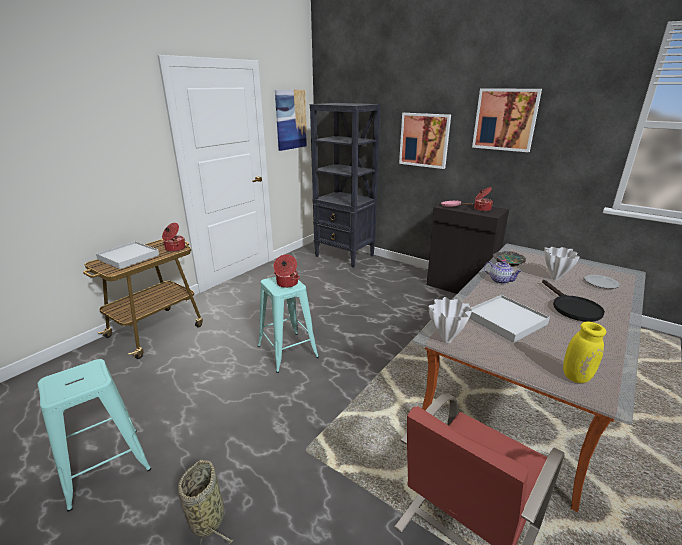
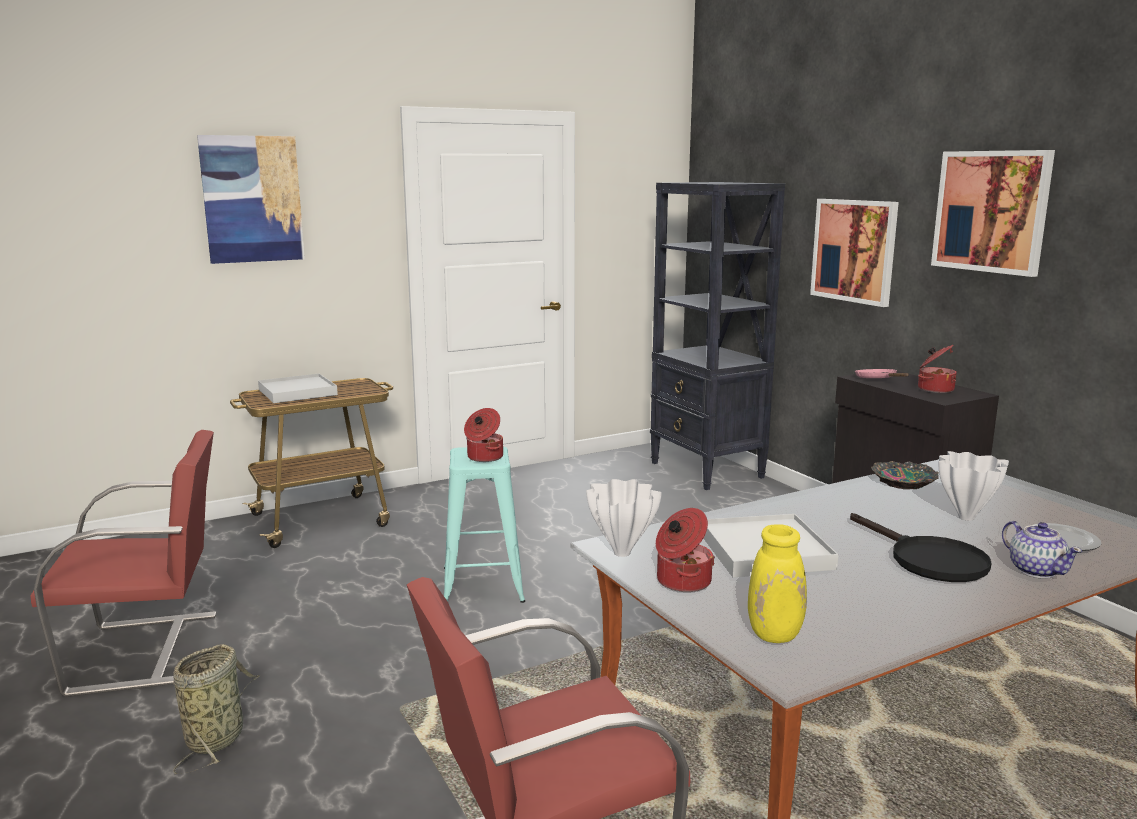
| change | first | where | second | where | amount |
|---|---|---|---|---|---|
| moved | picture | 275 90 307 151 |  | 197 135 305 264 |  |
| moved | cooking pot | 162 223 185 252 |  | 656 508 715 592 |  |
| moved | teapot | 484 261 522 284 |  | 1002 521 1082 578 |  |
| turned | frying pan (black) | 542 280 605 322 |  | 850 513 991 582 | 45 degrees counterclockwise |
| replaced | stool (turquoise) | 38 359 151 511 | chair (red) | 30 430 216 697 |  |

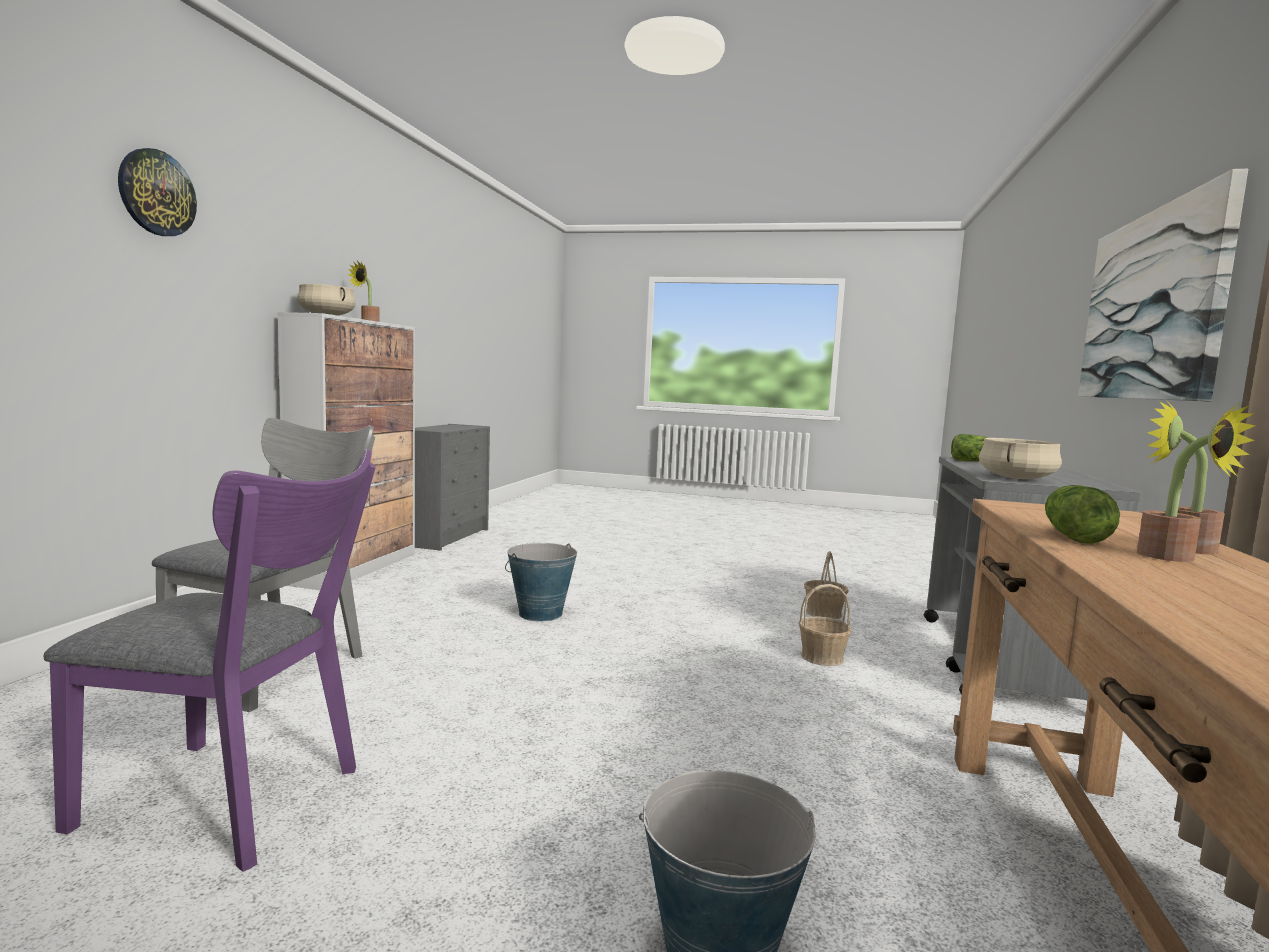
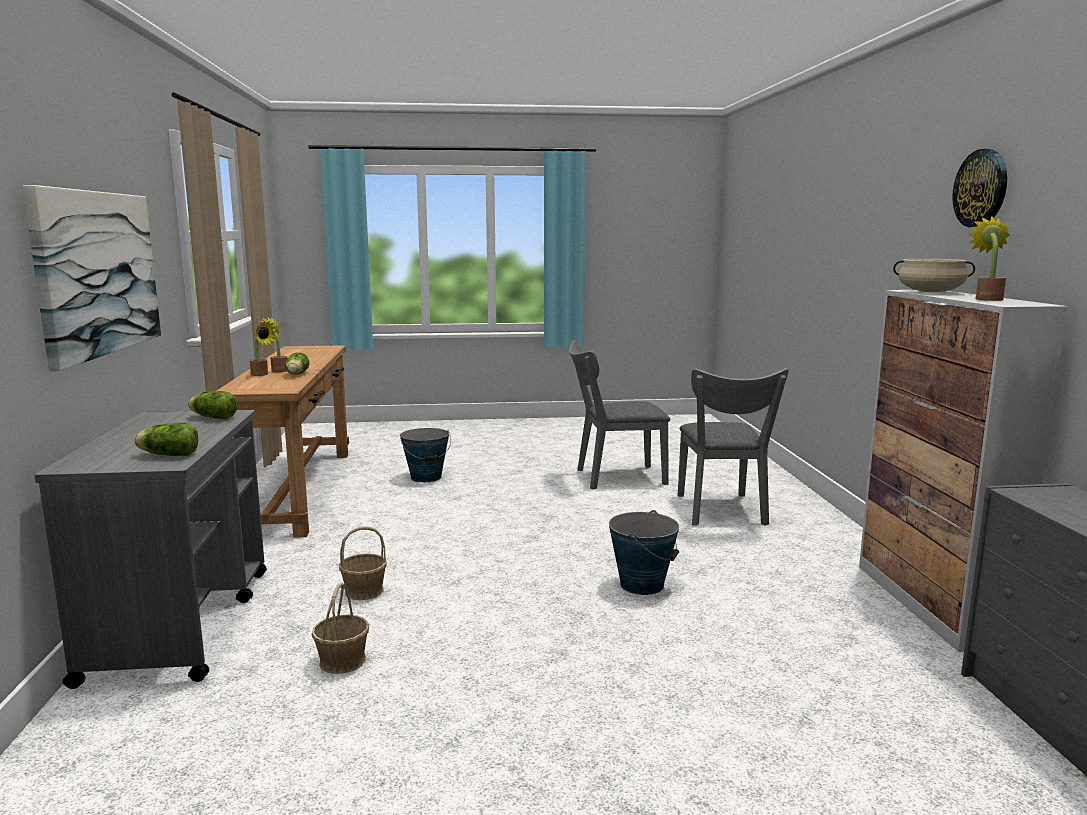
| change | first | where | second | where | amount |
|---|---|---|---|---|---|
| moved | wall clock | 118 148 197 236 |  | 952 149 1007 227 |  |
| replaced | cooking pot (beige) | 979 438 1062 479 | lettuce | 188 391 237 419 |  |
| recoloured | chair (purple) | 44 449 376 872 | chair (grey) | 569 340 670 489 |  |

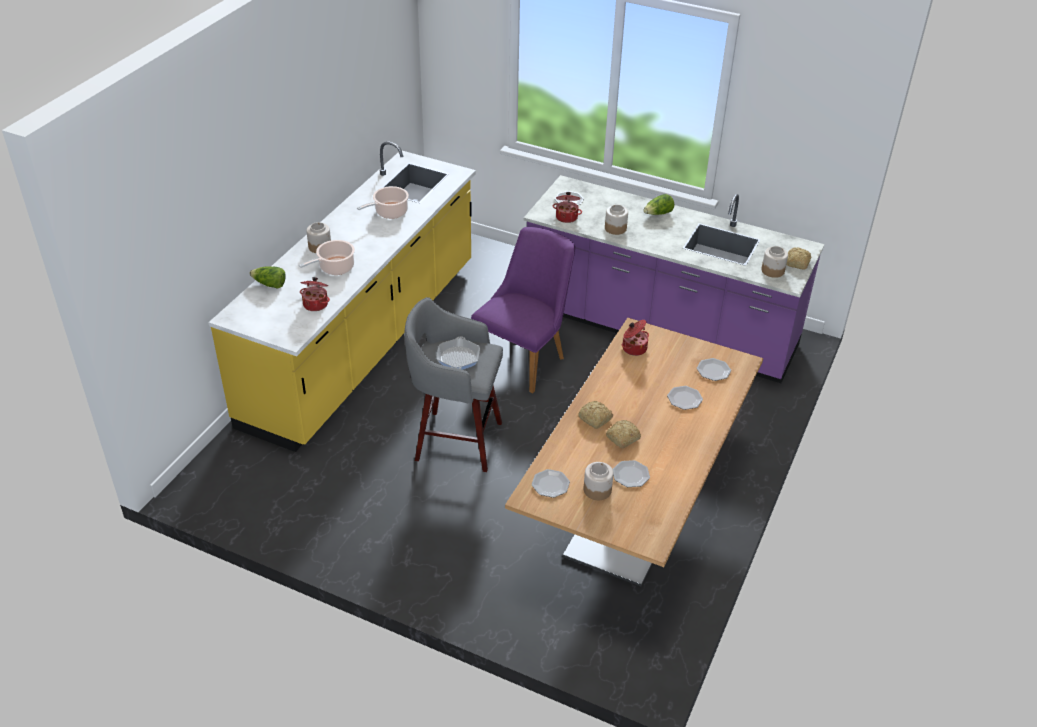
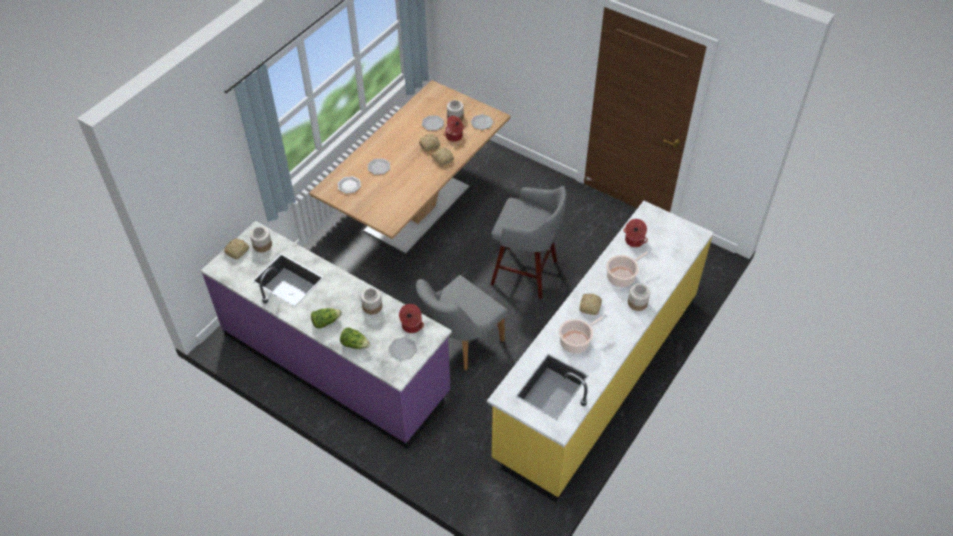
| change | first | where | second | where | amount |
|---|---|---|---|---|---|
| recoloured | chair (purple) | 471 227 575 394 | chair (grey) | 416 275 508 370 |  |
| moved | lettuce | 249 266 286 289 |  | 340 327 370 349 |  |
| moved | cooking pot | 622 320 649 356 |  | 443 116 465 142 |  |
| removed | frying pan | 437 337 480 370 |  |  |  |
| added |  |  | bread | 580 294 602 315 |  |

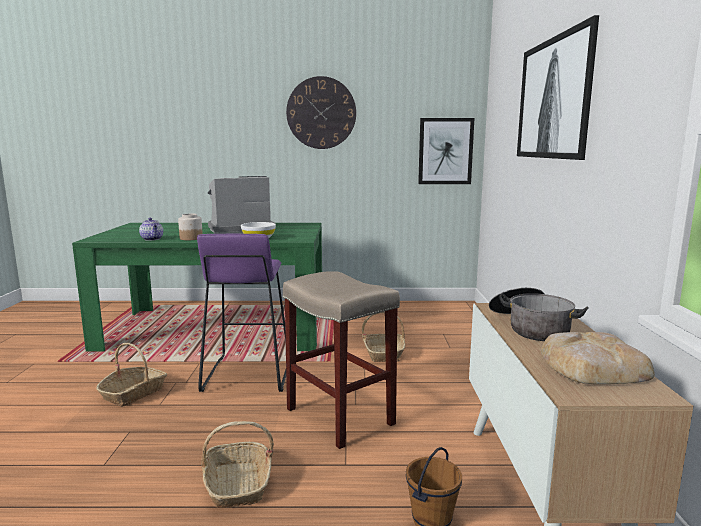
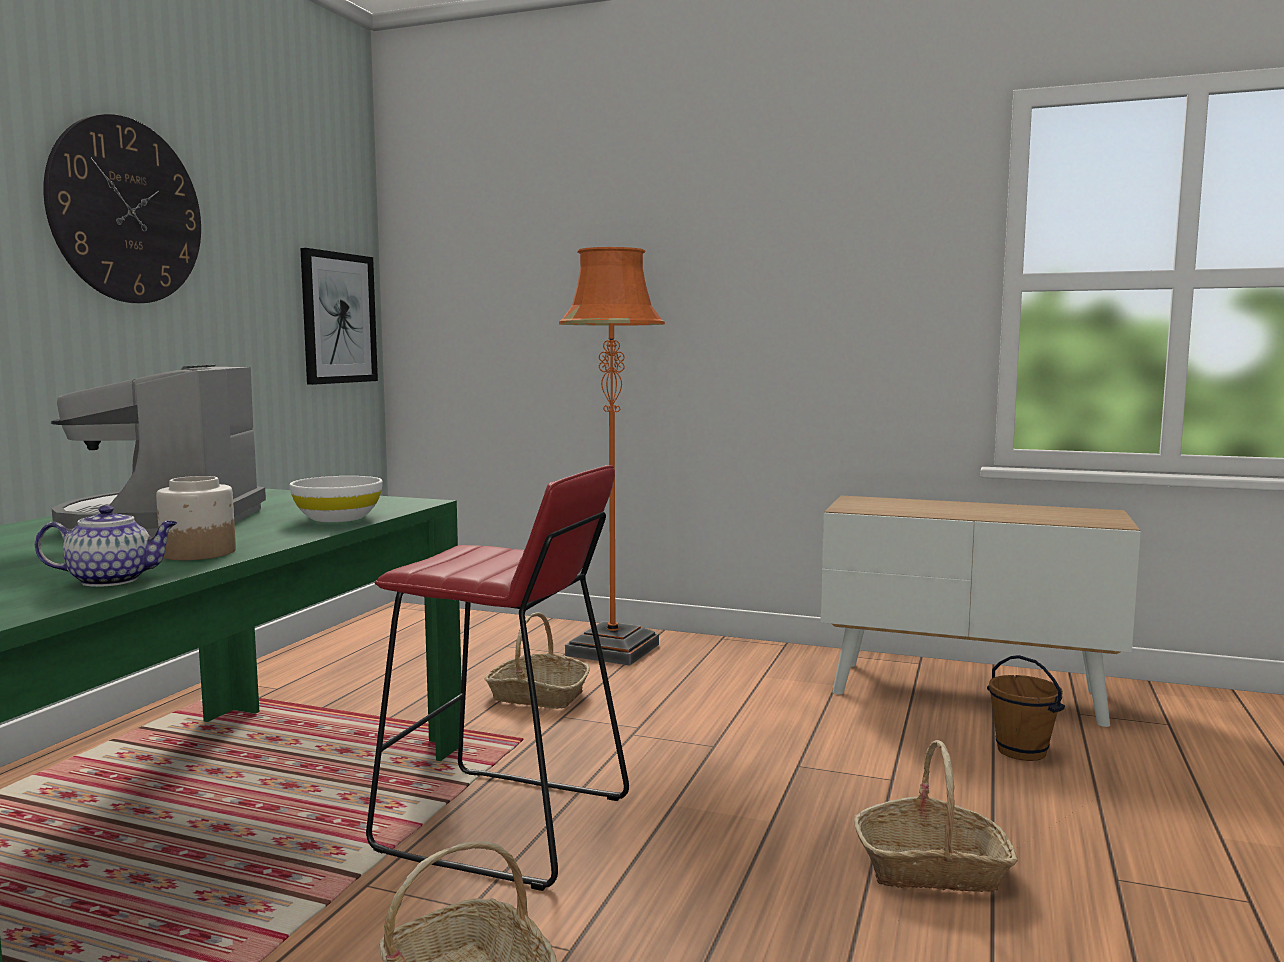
| change | first | where | second | where | amount |
|---|---|---|---|---|---|
| removed | picture | 517 15 599 160 |  |  |  |
| recoloured | stool (purple) | 197 234 286 392 | stool (red) | 366 465 629 891 |  |
| removed | stool (beige) | 283 271 400 449 |  |  |  |
| removed | cooking pot | 489 288 589 341 |  |  |  |
| removed | bread | 541 332 655 384 |  |  |  |
| added |  |  | floor lamp (orange) | 559 247 665 665 |  |

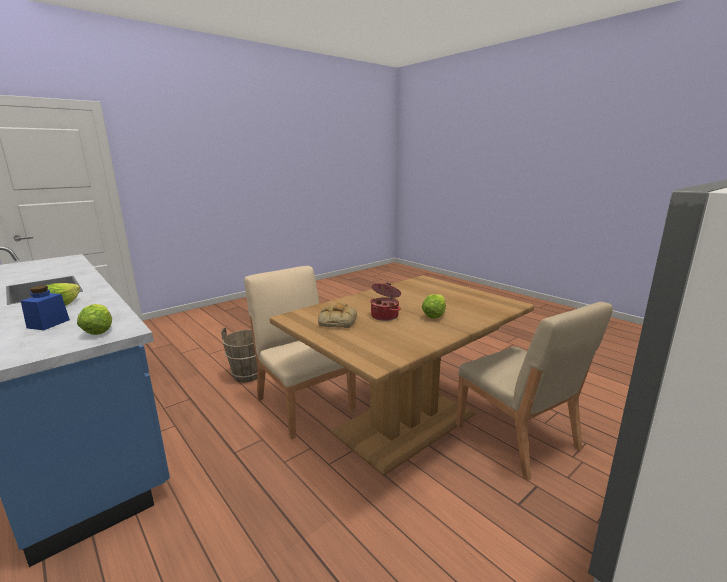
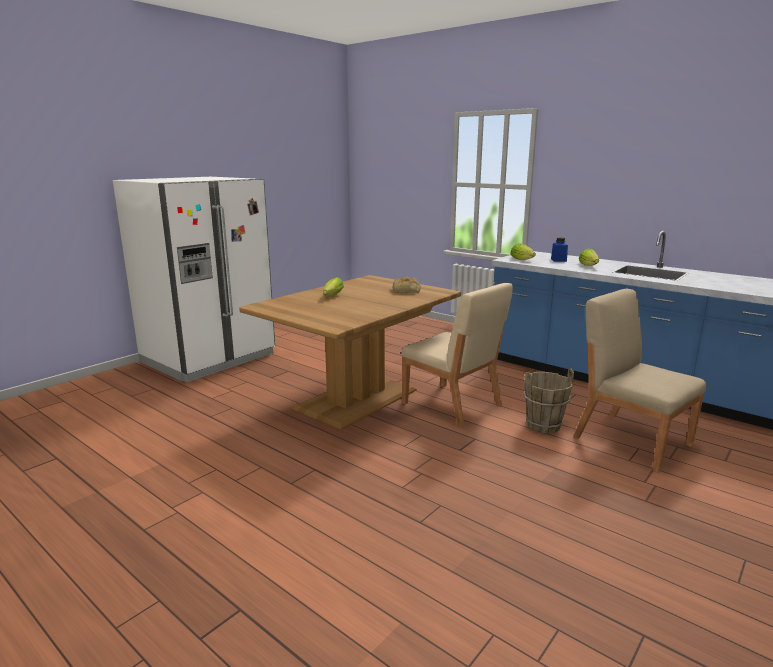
| change | first | where | second | where | amount |
|---|---|---|---|---|---|
| removed | cooking pot | 370 283 401 321 |  |  |  |
| moved | chair (beige) | 456 302 613 481 |  | 573 288 706 472 |  |

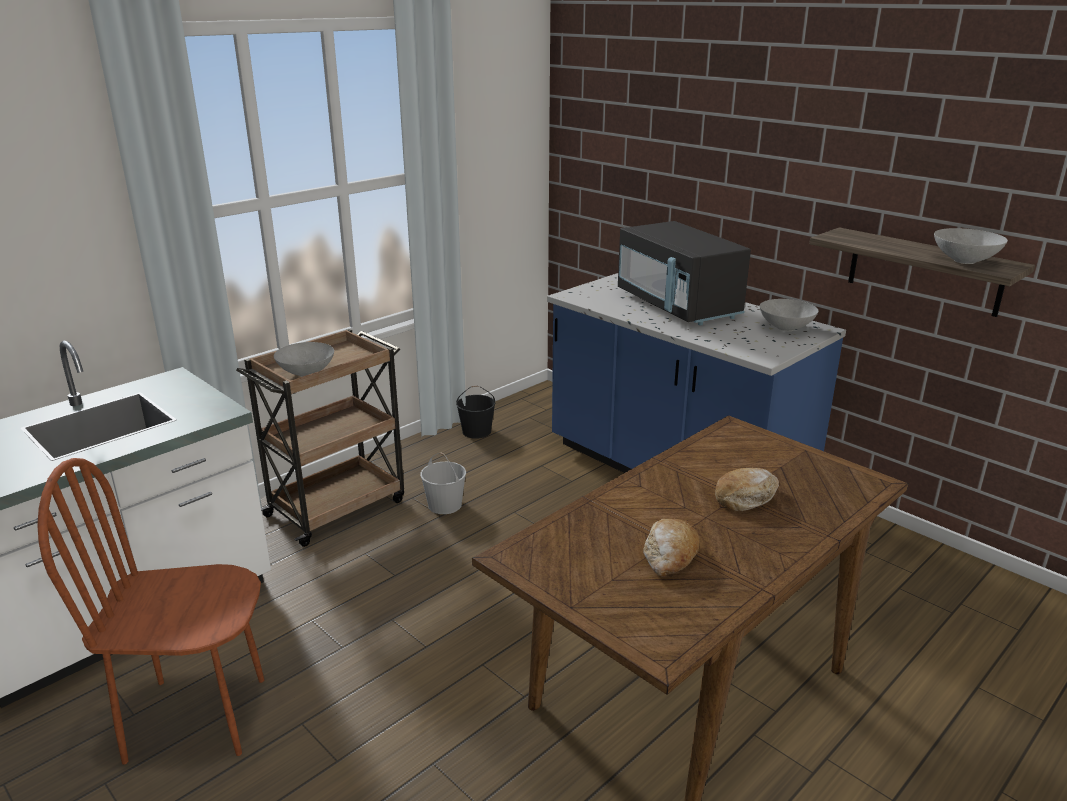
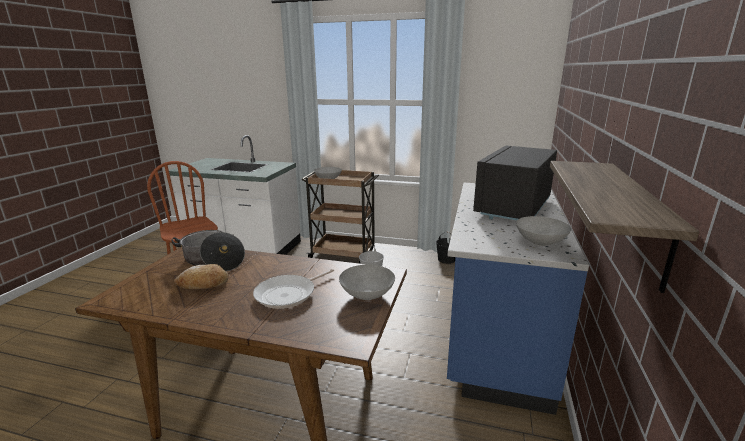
| change | first | where | second | where | amount |
|---|---|---|---|---|---|
| moved | bowl (grey) | 934 228 1008 264 |  | 339 265 395 300 |  |
| replaced | bread | 715 468 779 511 | frying pan | 253 269 334 309 |  |
| added |  |  | cooking pot | 171 230 245 271 |  |

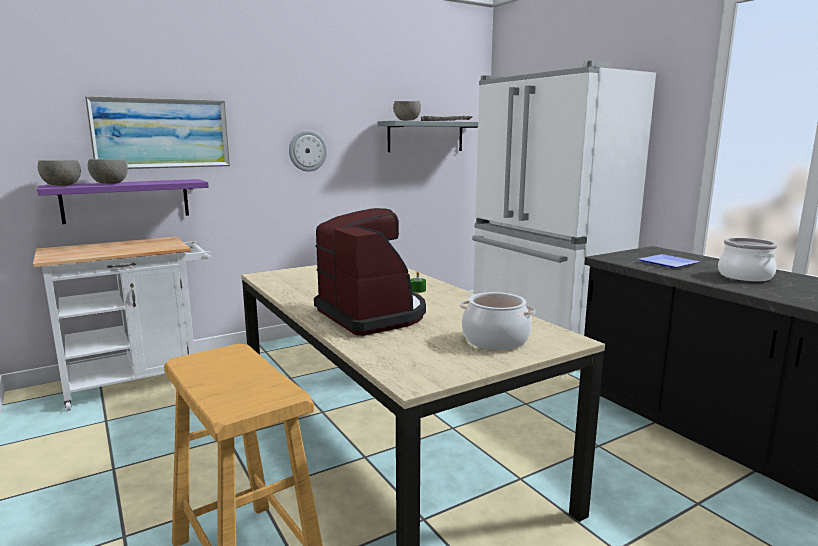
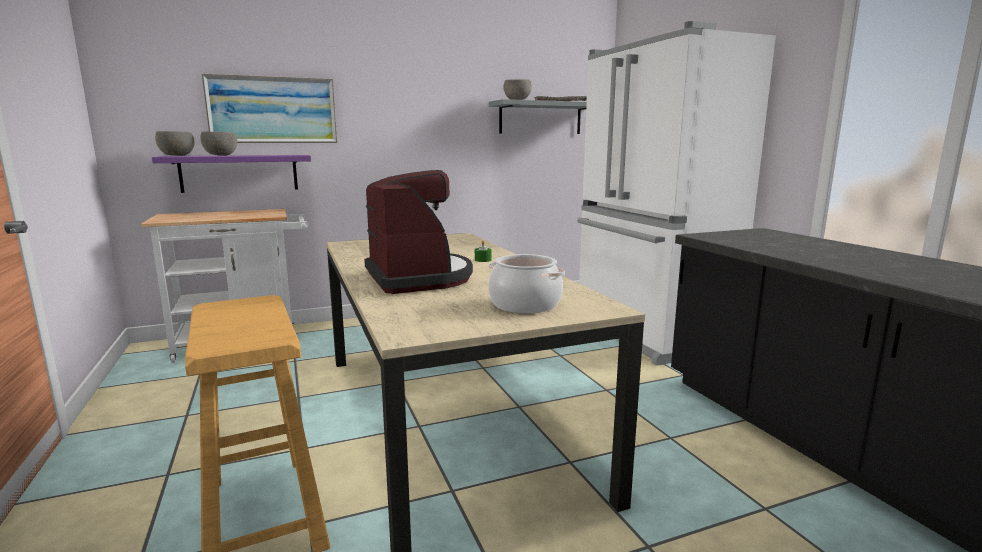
| change | first | where | second | where | amount |
|---|---|---|---|---|---|
| removed | wall clock | 289 130 327 172 |  |  |  |
| removed | cooking pot | 718 238 778 282 |  |  |  |
| removed | plate | 638 254 700 268 |  |  |  |

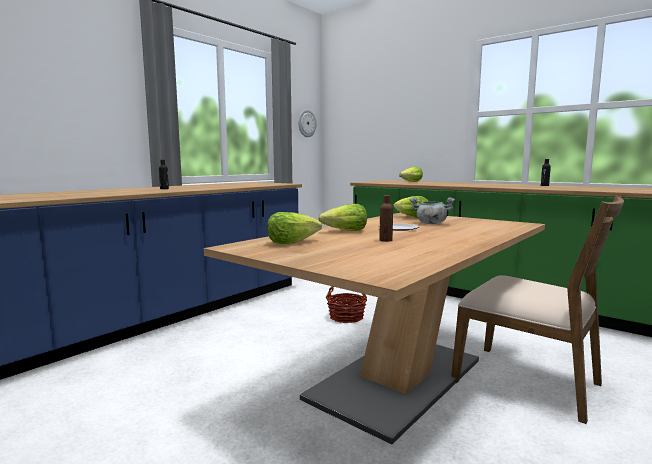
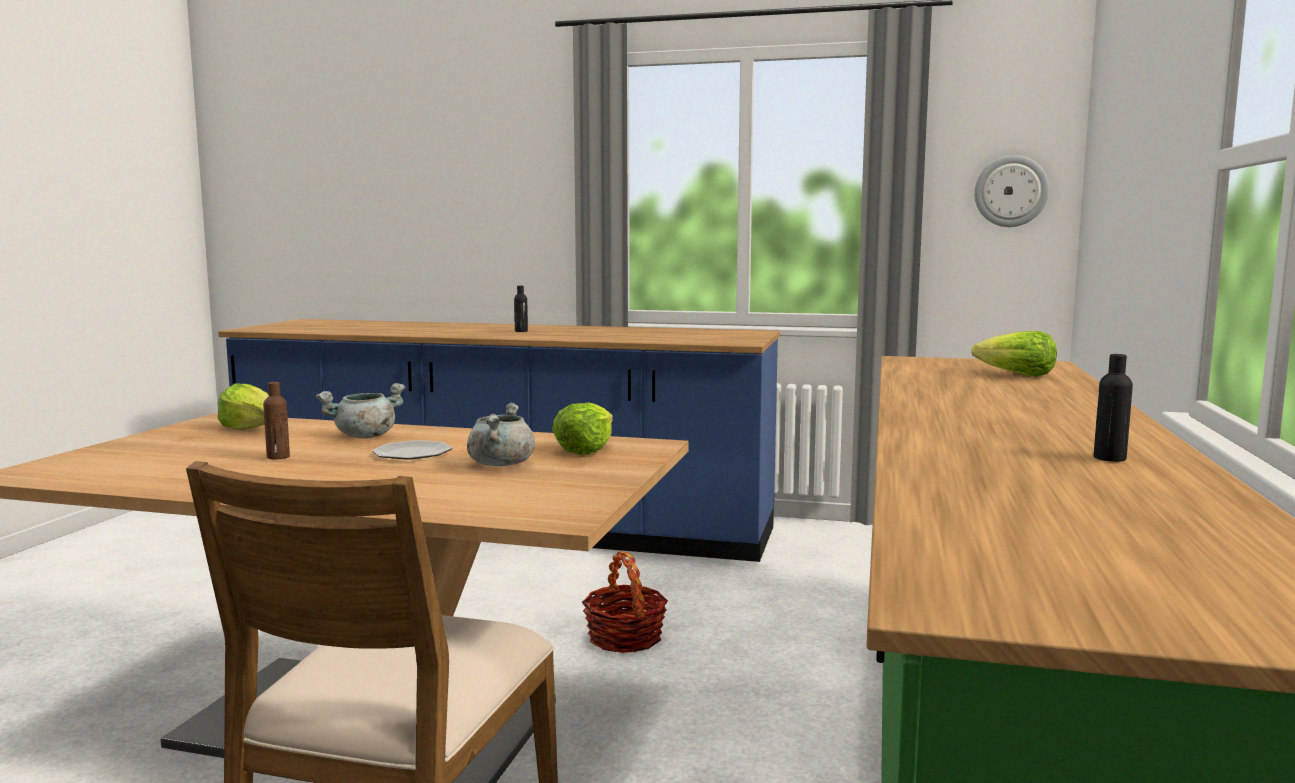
| change | first | where | second | where | amount |
|---|---|---|---|---|---|
| replaced | lettuce | 318 204 367 231 | cooking pot (grey) | 316 383 405 438 |  |

